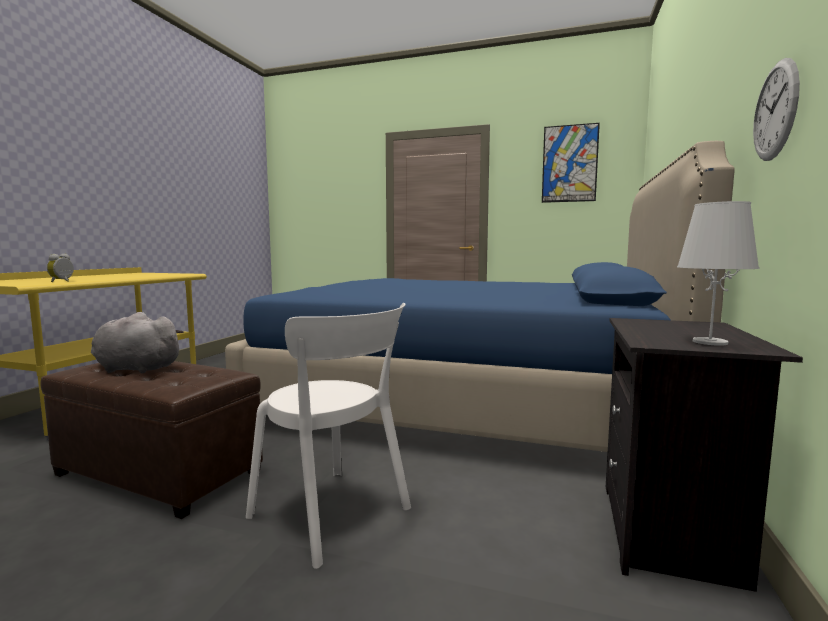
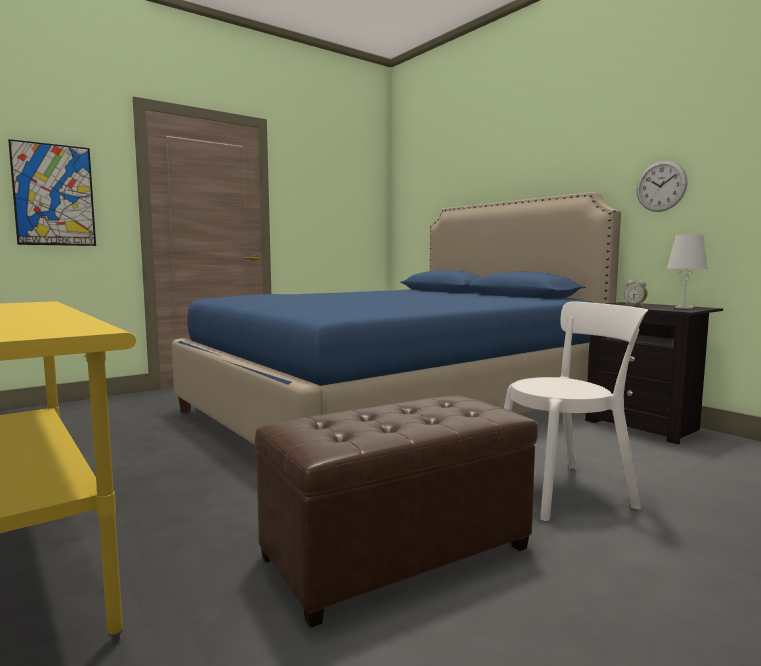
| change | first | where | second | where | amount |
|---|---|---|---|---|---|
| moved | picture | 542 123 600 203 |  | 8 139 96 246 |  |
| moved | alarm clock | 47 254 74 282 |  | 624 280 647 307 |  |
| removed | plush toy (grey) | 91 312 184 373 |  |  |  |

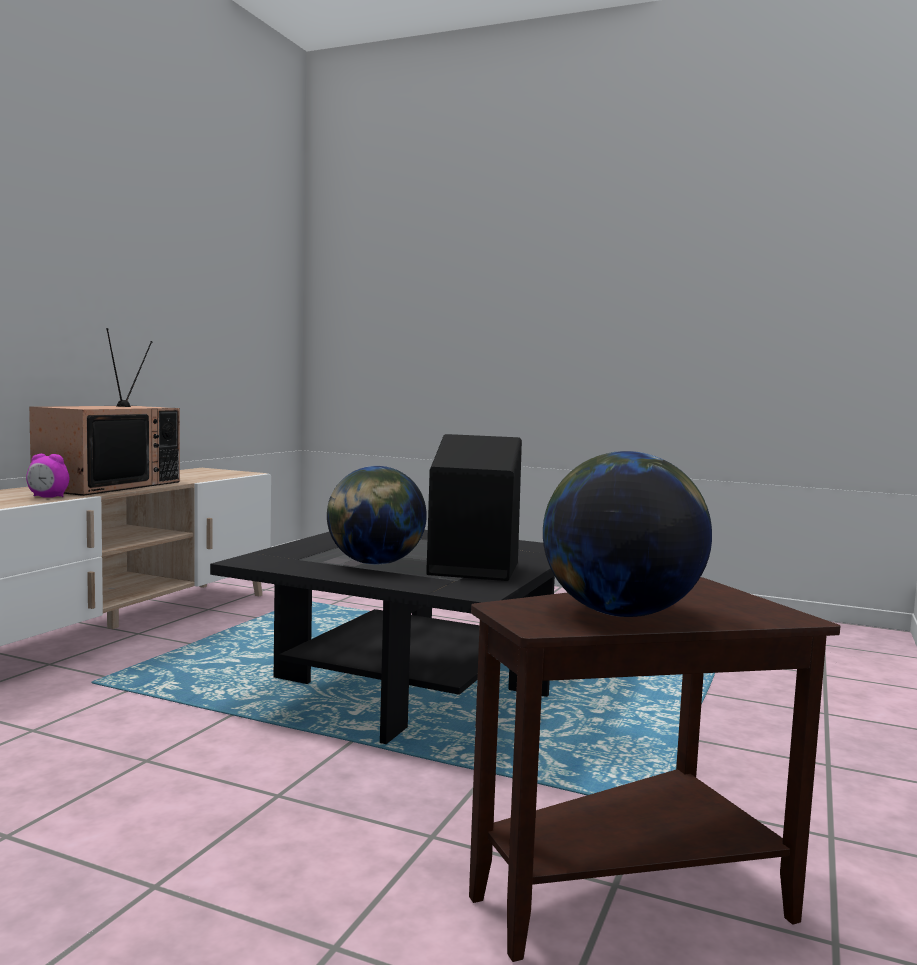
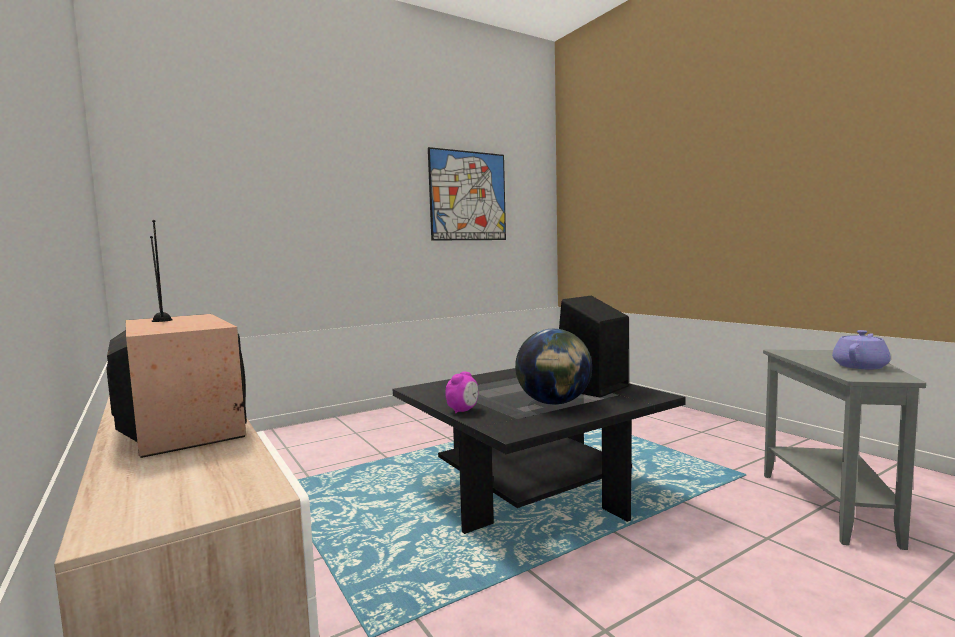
| change | first | where | second | where | amount |
|---|---|---|---|---|---|
| replaced | globe | 543 451 712 617 | teapot (purple) | 832 330 891 370 |  |
| moved | alarm clock | 26 454 69 498 |  | 445 372 478 413 |  |
| recoloured | side table (brown) | 469 577 840 962 | side table (grey) | 763 350 926 550 |  |
| added |  |  | picture | 428 147 506 241 |  |

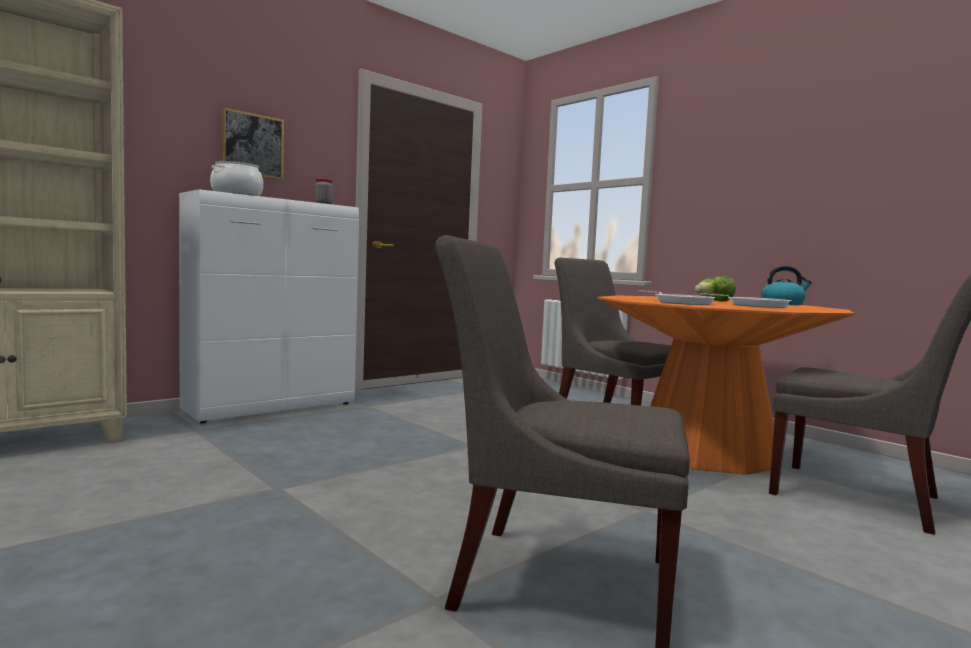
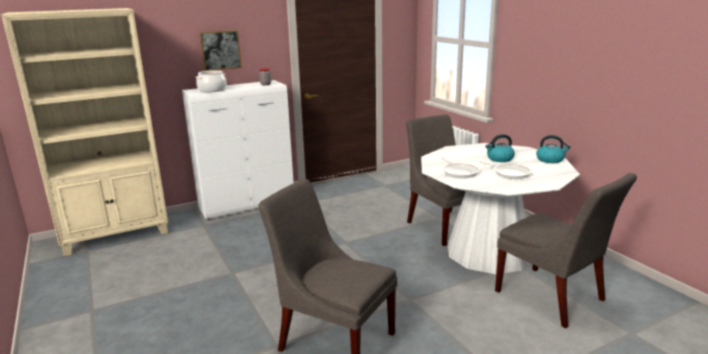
| change | first | where | second | where | amount |
|---|---|---|---|---|---|
| replaced | lettuce | 695 276 736 302 | kettle | 485 134 515 162 |  |
| recoloured | dining table (orange) | 597 295 854 475 | dining table (white) | 421 143 580 274 |  |

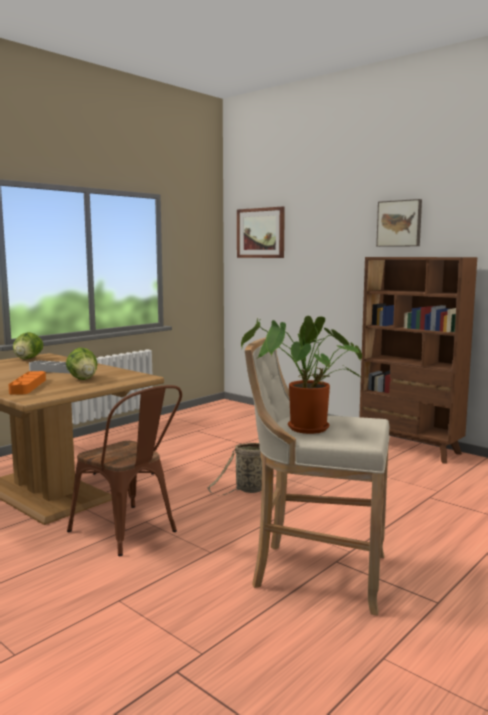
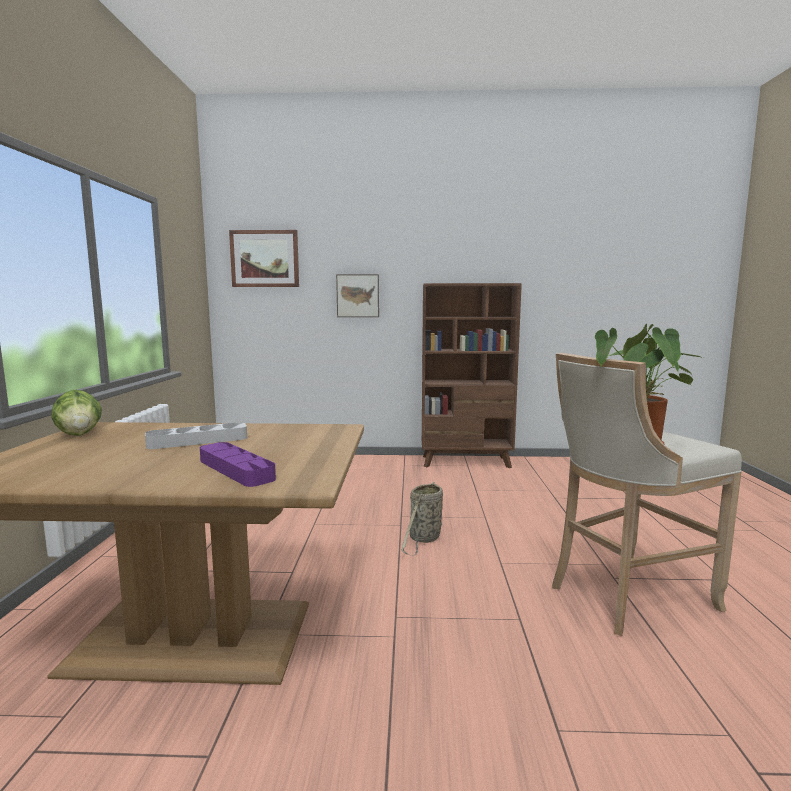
| change | first | where | second | where | amount |
|---|---|---|---|---|---|
| moved | picture | 376 199 422 247 |  | 336 274 379 317 |  |
| removed | lettuce | 66 347 97 380 |  |  |  |
| recoloured | tray (orange) | 8 371 46 394 | tray (purple) | 200 442 276 487 |  |
| removed | chair (brown) | 67 385 182 556 |  |  |  |

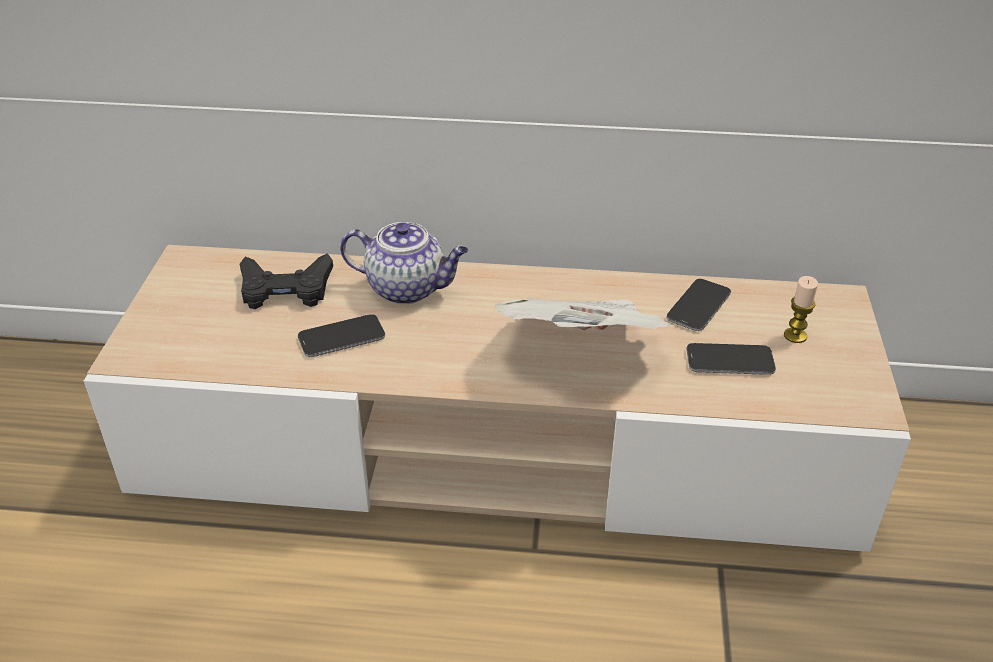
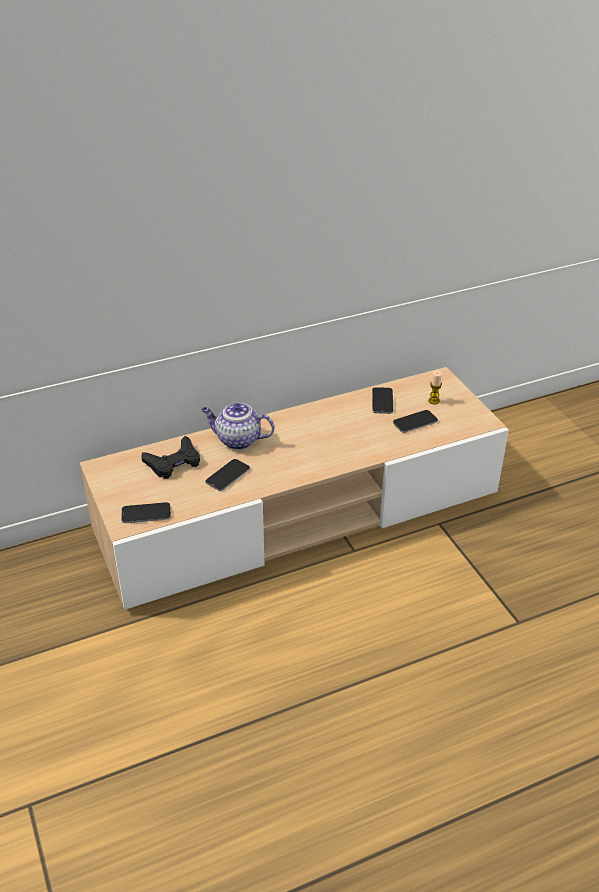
| change | first | where | second | where | amount |
|---|---|---|---|---|---|
| turned | teapot | 340 222 468 304 |  | 202 402 275 450 | 150 degrees counterclockwise |
| removed | newspaper | 494 298 675 330 |  |  |  |
| added |  |  | phone | 121 502 171 523 |  |

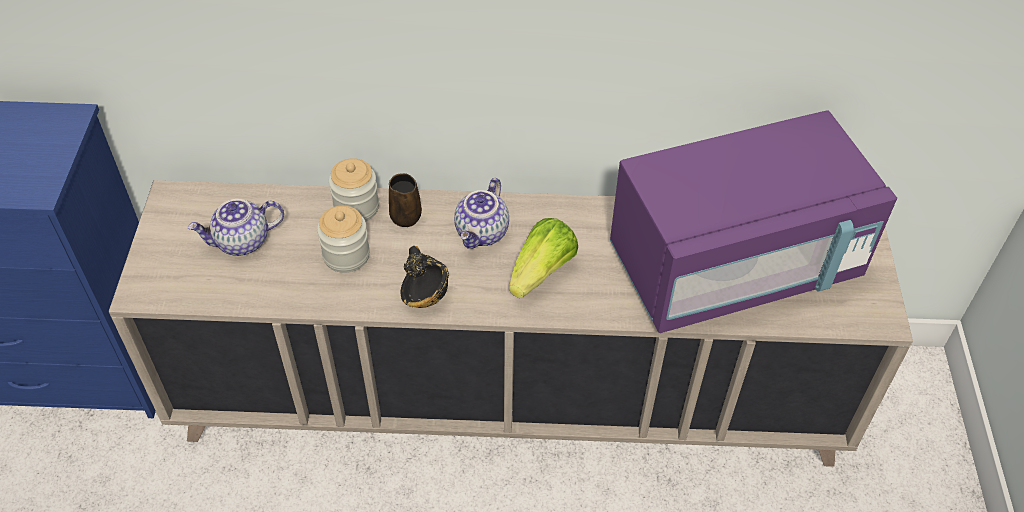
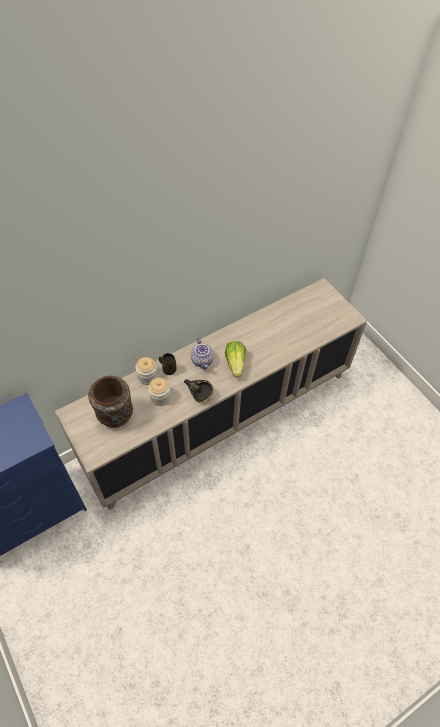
| change | first | where | second | where | amount |
|---|---|---|---|---|---|
| removed | microwave (purple) | 610 110 897 333 |  |  |  |
| replaced | teapot | 188 199 284 256 | vase (brown) | 88 376 133 428 |  |

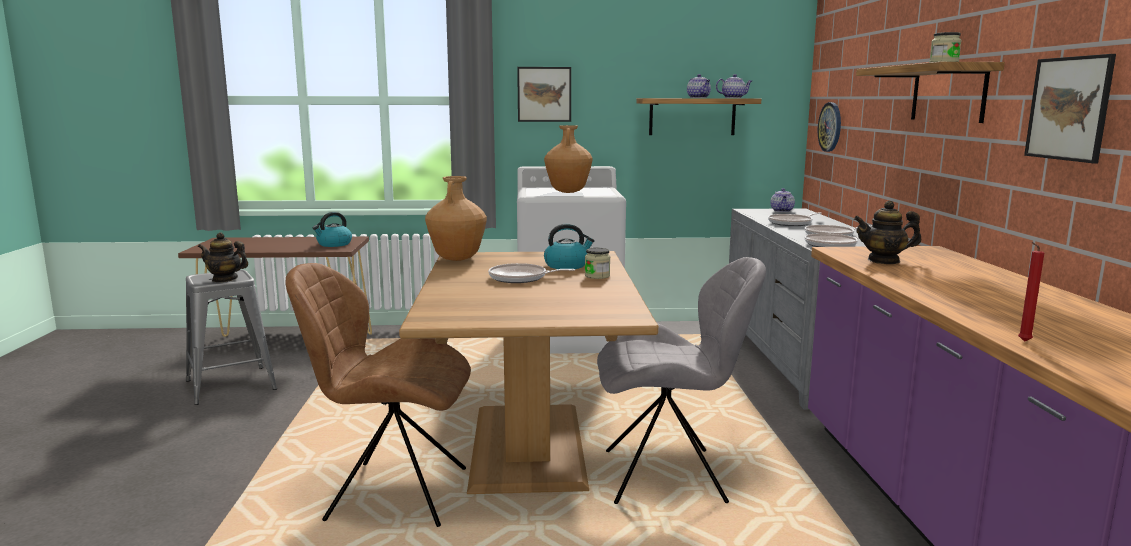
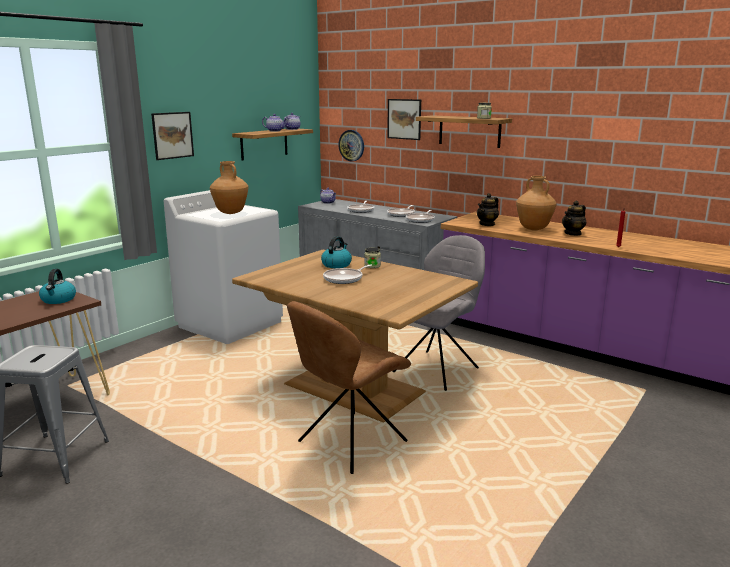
| change | first | where | second | where | amount |
|---|---|---|---|---|---|
| moved | picture | 1024 54 1116 163 |  | 387 99 421 140 |  |
| moved | vase (brown) | 425 176 487 261 |  | 516 176 557 230 |  |
| moved | teapot | 198 233 248 282 |  | 562 200 586 236 |  |

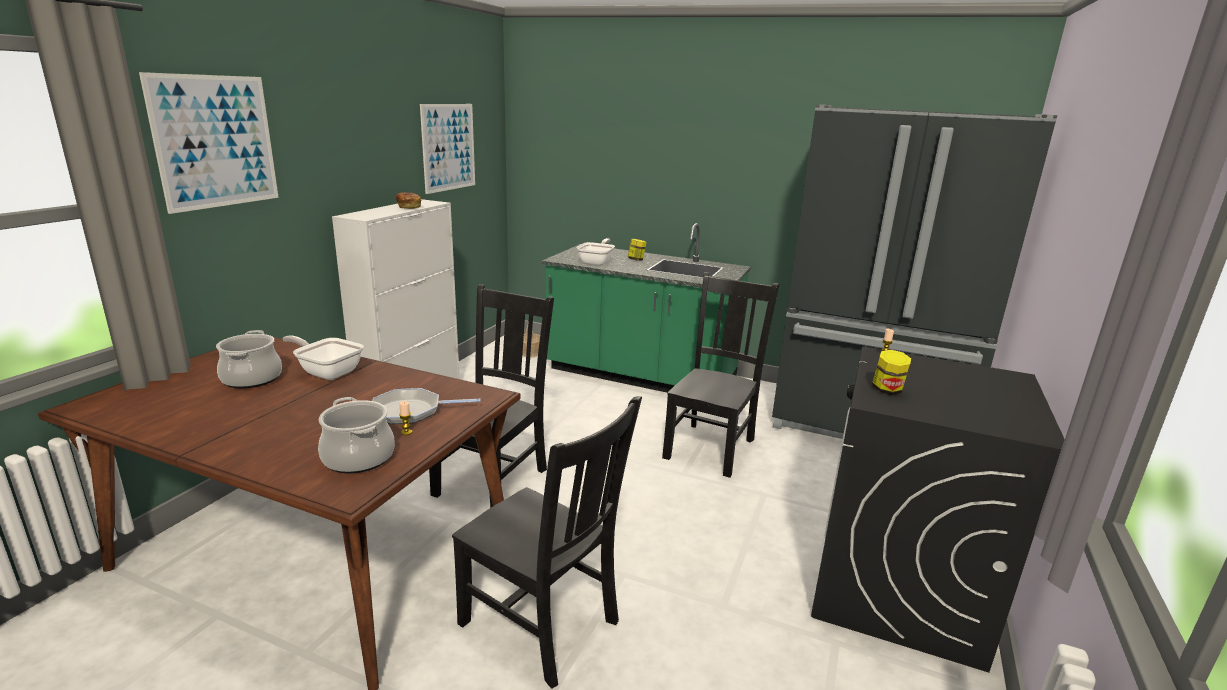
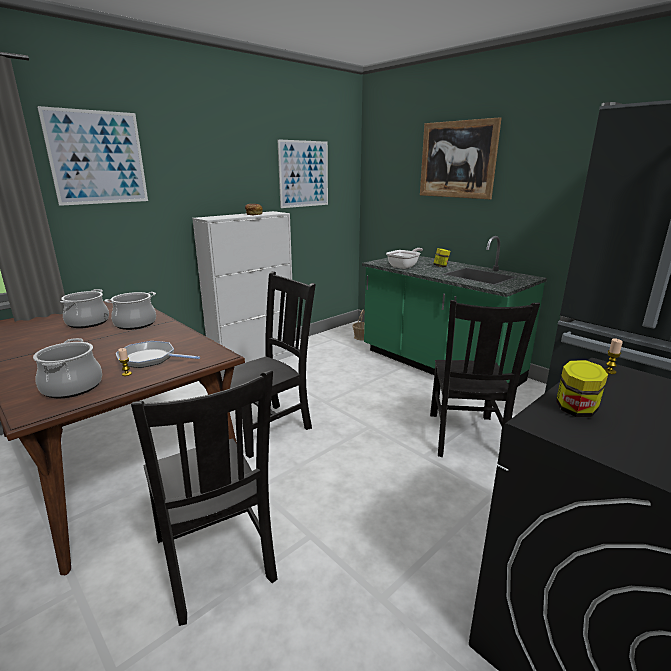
| change | first | where | second | where | amount |
|---|---|---|---|---|---|
| turned | chair (black) | 662 272 780 478 |  | 430 300 540 457 | 135 degrees clockwise |
| replaced | frying pan | 282 336 364 380 | cooking pot | 104 292 156 330 |  |
| added |  |  | picture | 420 117 502 199 |  |

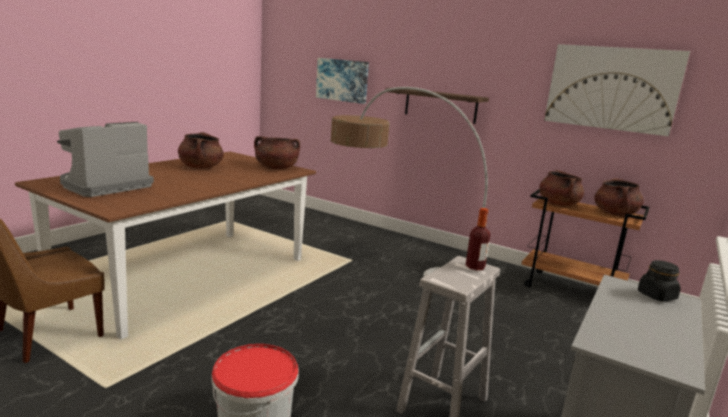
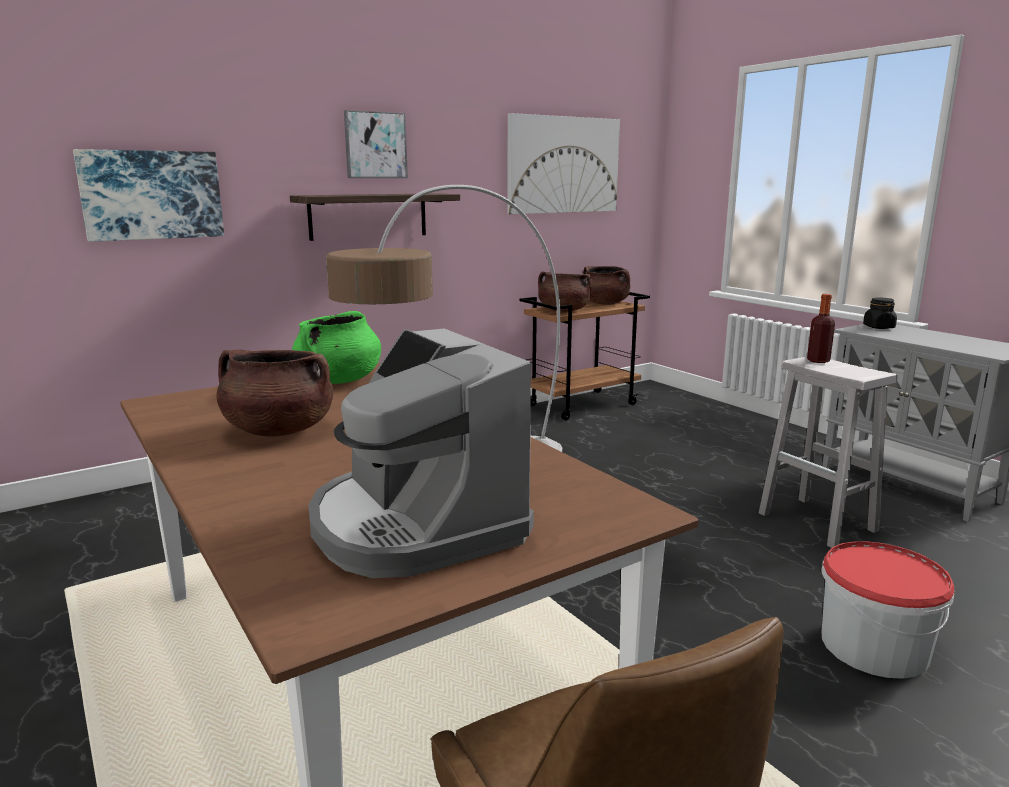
| change | first | where | second | where | amount |
|---|---|---|---|---|---|
| recoloured | cooking pot (brown) | 254 136 300 169 | cooking pot (green) | 292 311 381 384 |  |
| added |  |  | picture | 344 110 408 178 |  |

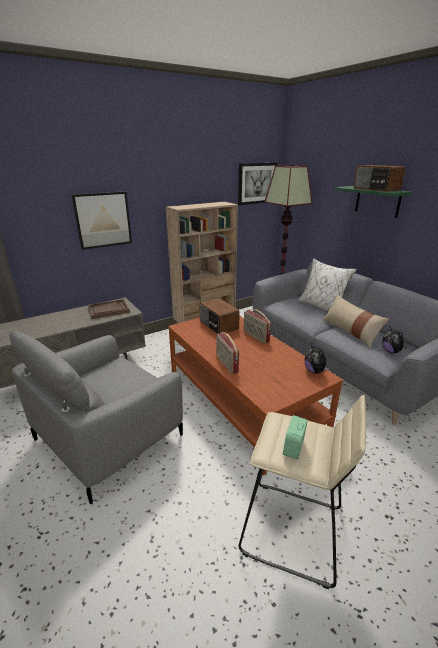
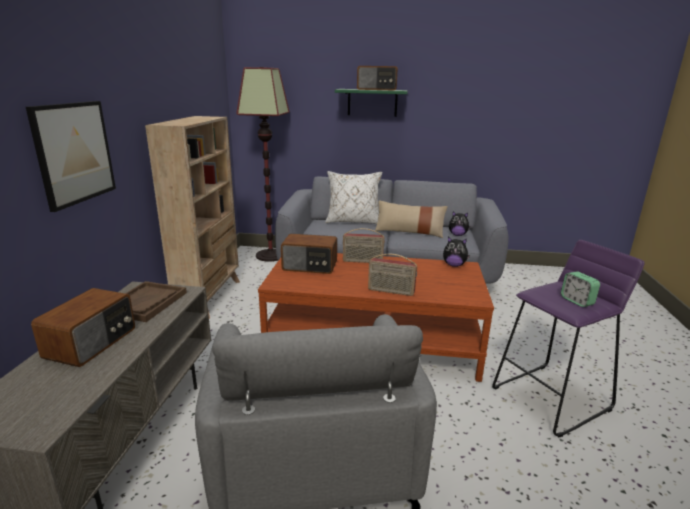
| change | first | where | second | where | amount |
|---|---|---|---|---|---|
| removed | picture | 238 163 277 205 |  |  |  |
| recoloured | stool (beige) | 238 395 366 589 | stool (purple) | 492 240 645 438 |  |
| added |  |  | radio | 31 288 135 367 |  |

